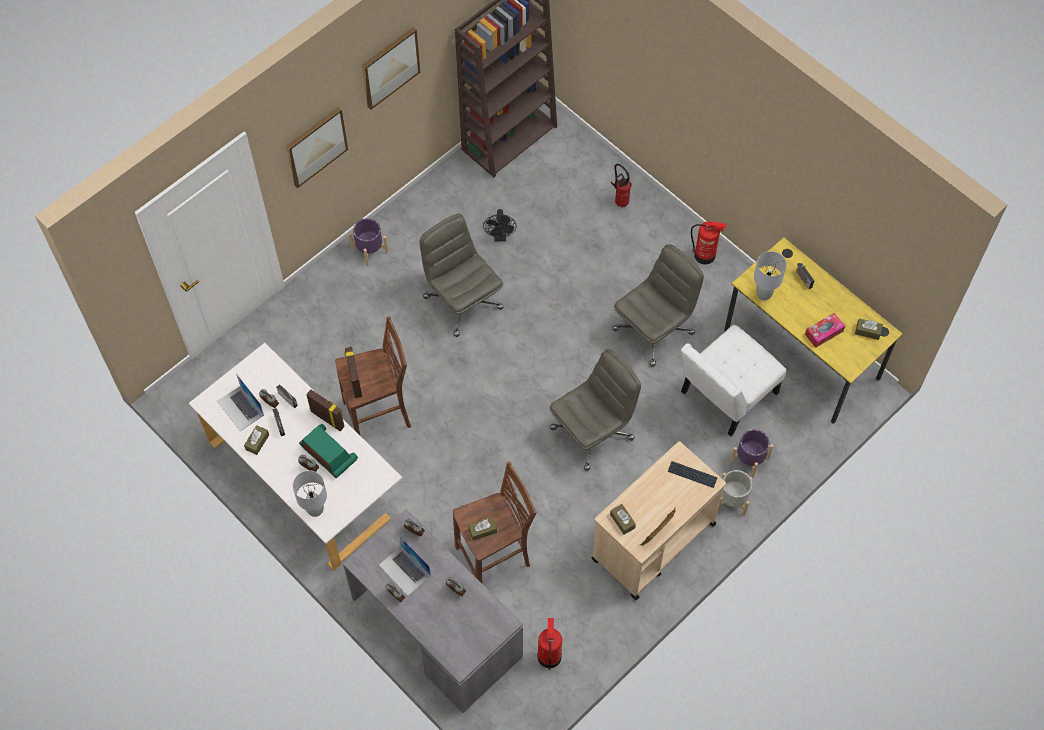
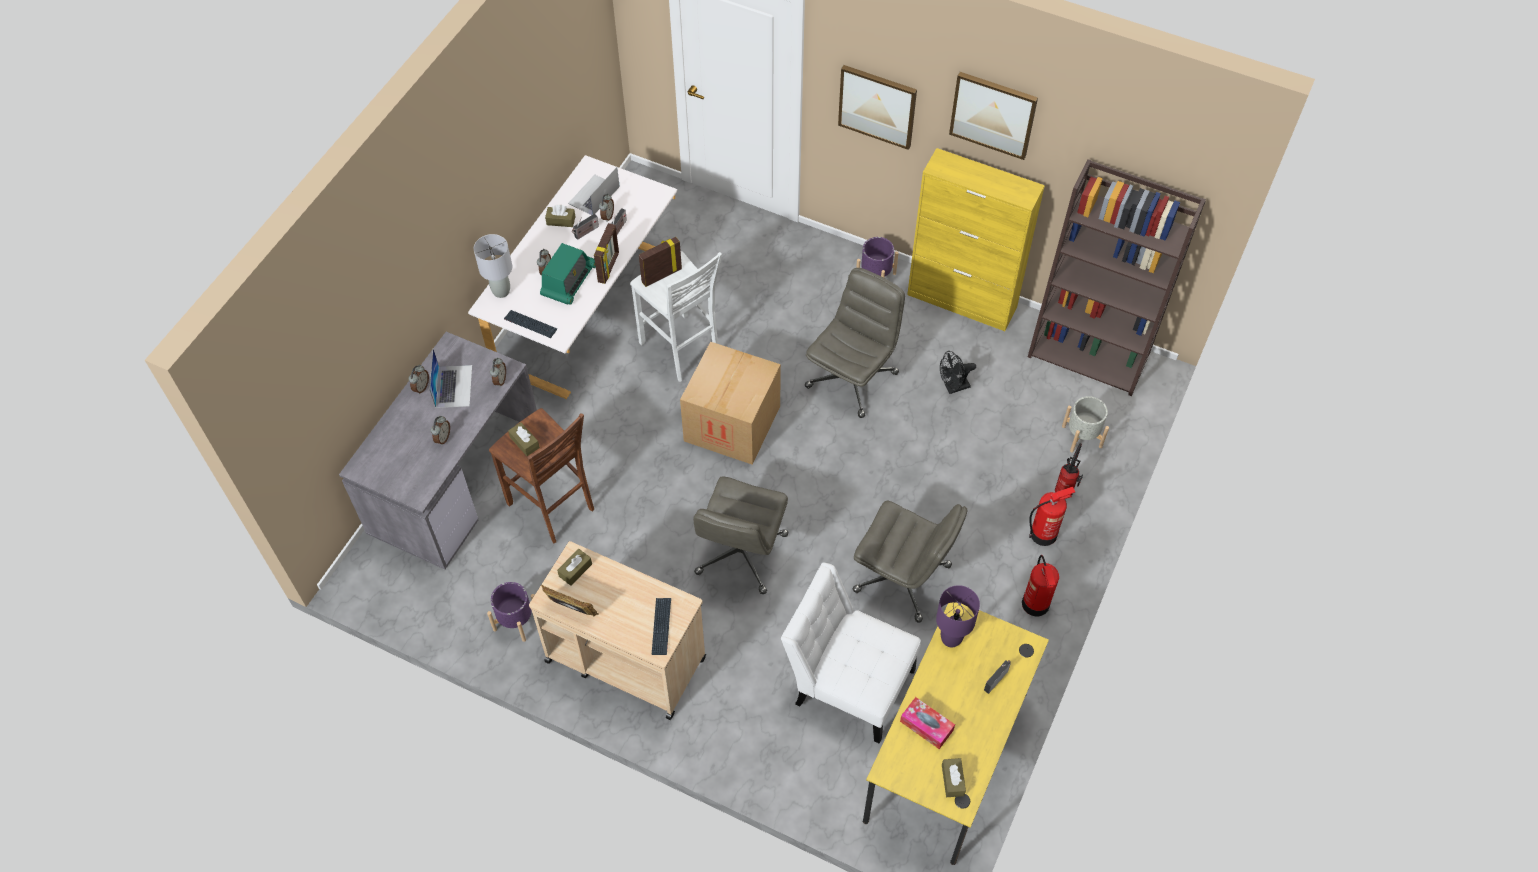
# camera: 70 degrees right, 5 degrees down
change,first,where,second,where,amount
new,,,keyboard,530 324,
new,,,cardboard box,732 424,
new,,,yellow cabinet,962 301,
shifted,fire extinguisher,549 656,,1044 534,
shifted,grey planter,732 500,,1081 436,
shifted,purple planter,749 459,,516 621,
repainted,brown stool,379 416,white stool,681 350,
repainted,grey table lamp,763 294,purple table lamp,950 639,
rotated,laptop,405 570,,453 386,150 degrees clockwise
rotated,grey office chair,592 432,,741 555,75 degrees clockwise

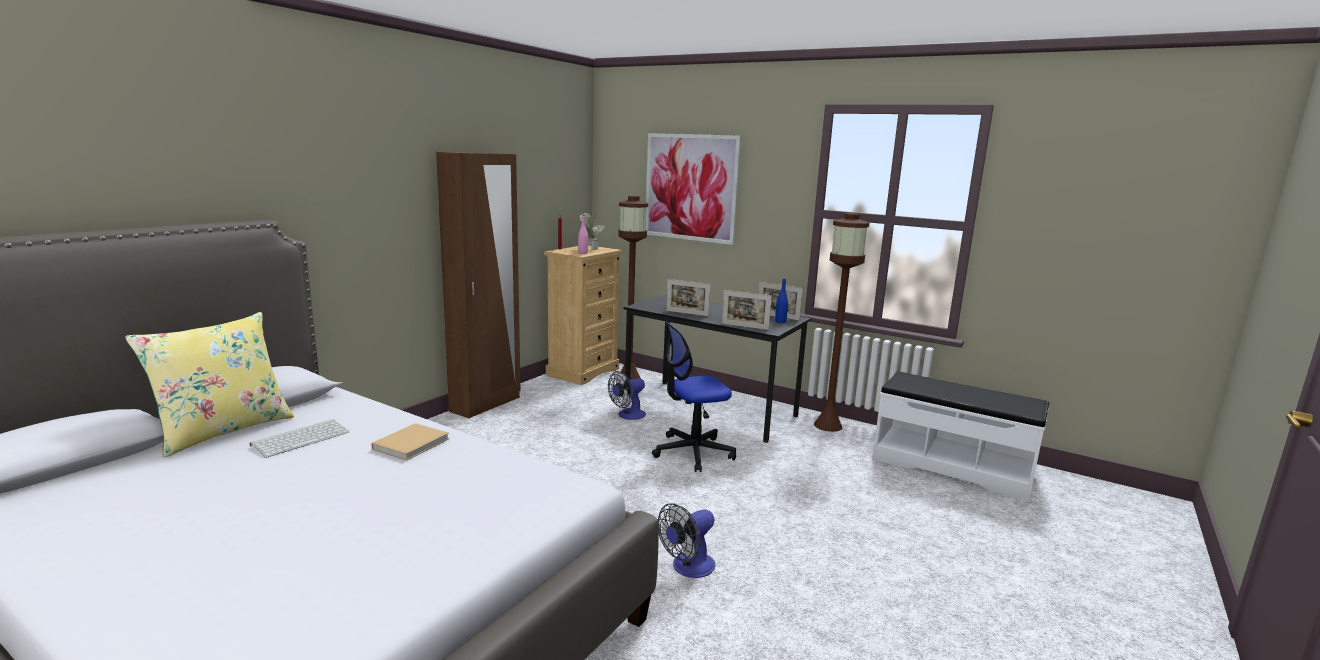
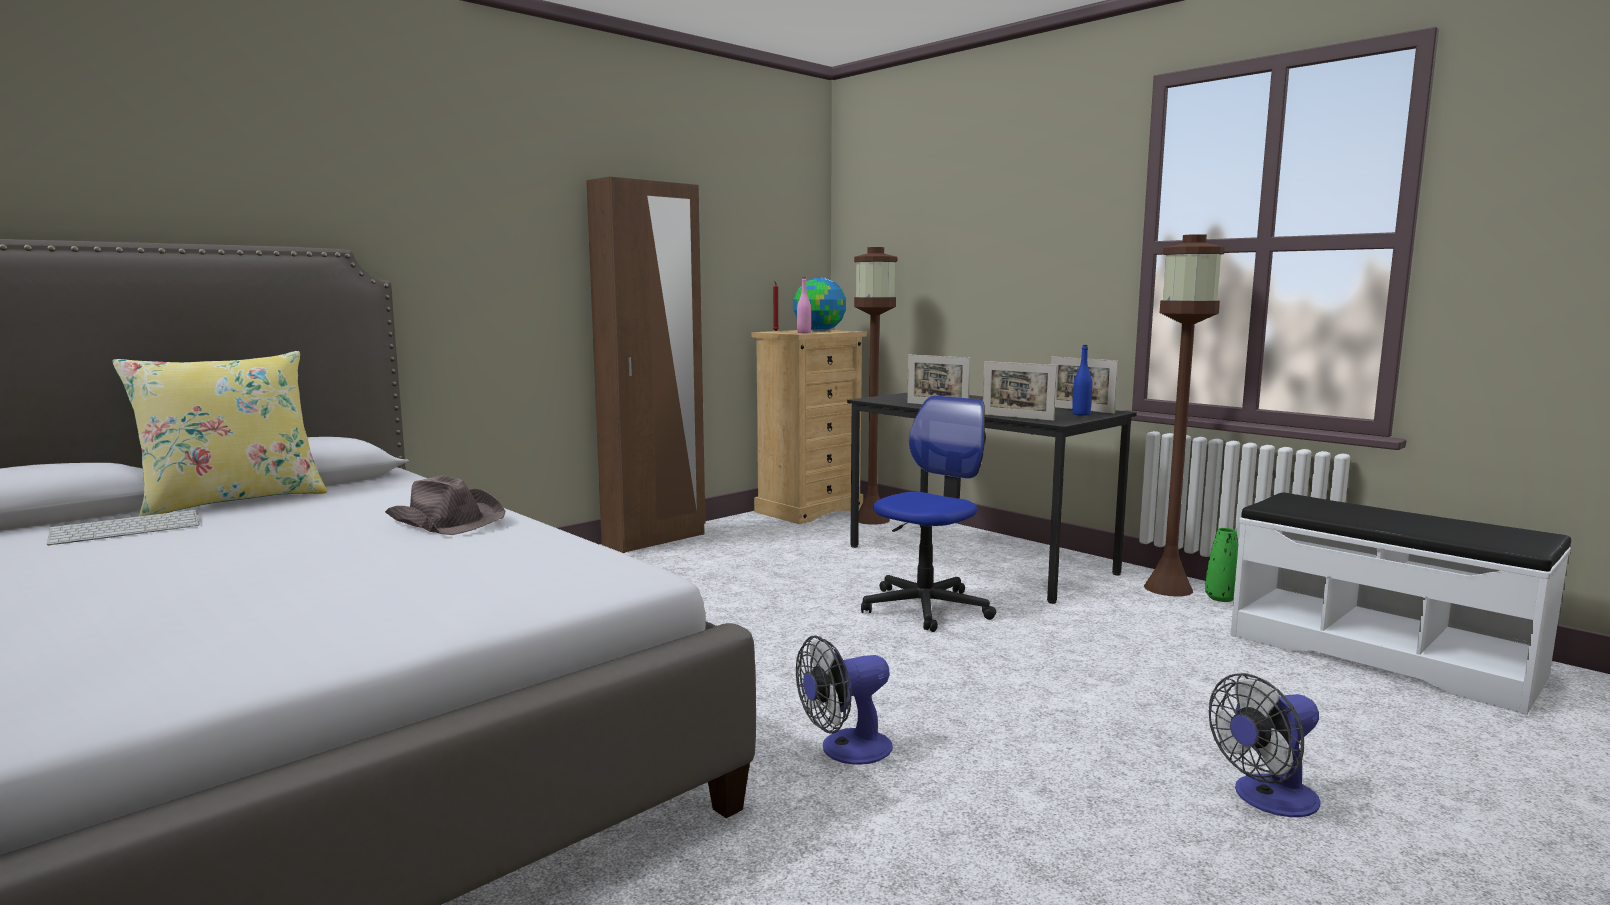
# camera: 15 degrees right, 5 degrees down
change,first,where,second,where,amount
gone,picture,690 187,,,
new,,,green vase,1221 598,
shifted,keyboard,301 438,,128 529,
shifted,fan,627 415,,1267 800,
swapped,beige book,413 443,brown hat,446 521,
swapped,potted plant,590 249,globe,819 331,
rotated,office chair,693 452,,926 608,135 degrees clockwise

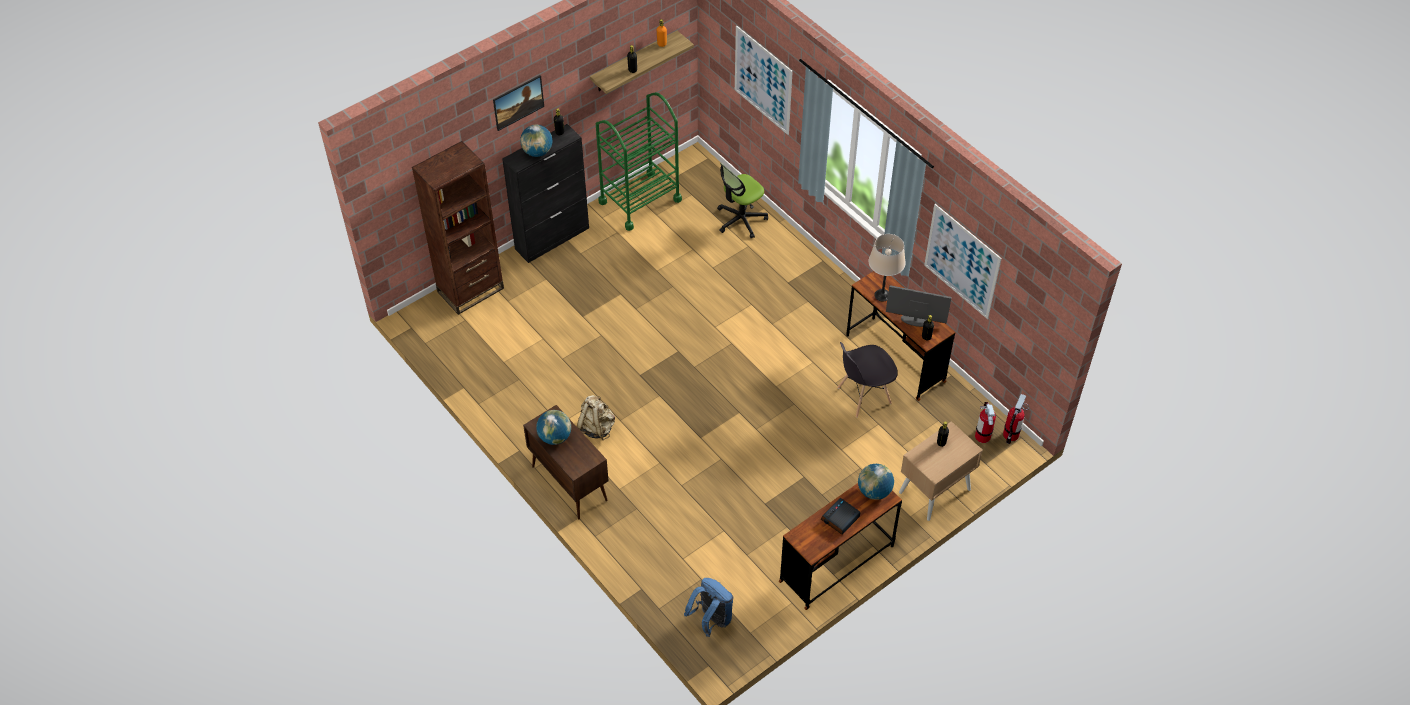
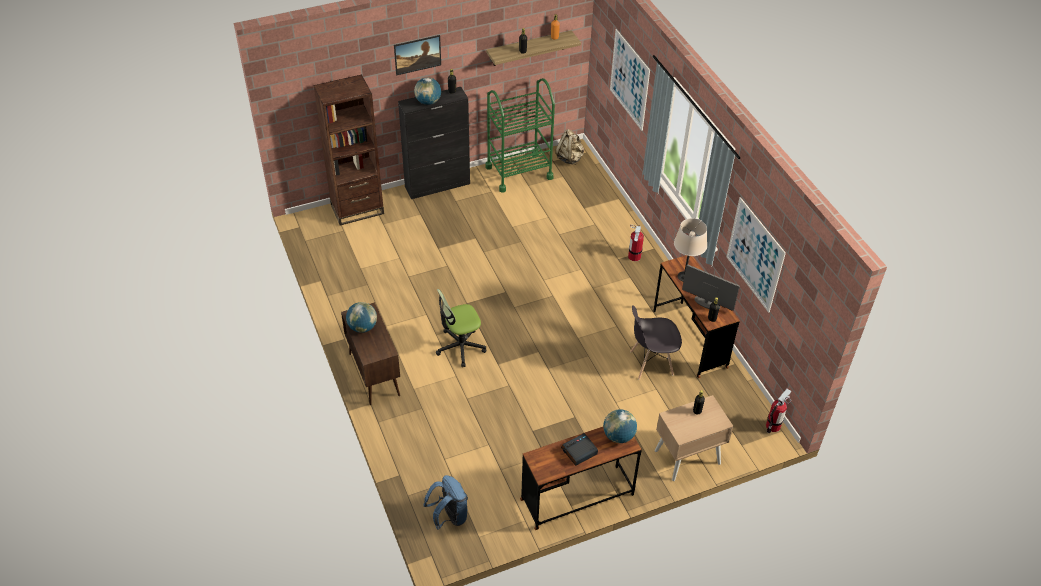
# camera: 15 degrees right, 5 degrees down
change,first,where,second,where,amount
shifted,beige backpack,597 427,,570 158,
shifted,office chair,741 220,,460 347,
shifted,fire extinguisher,982 436,,634 256,

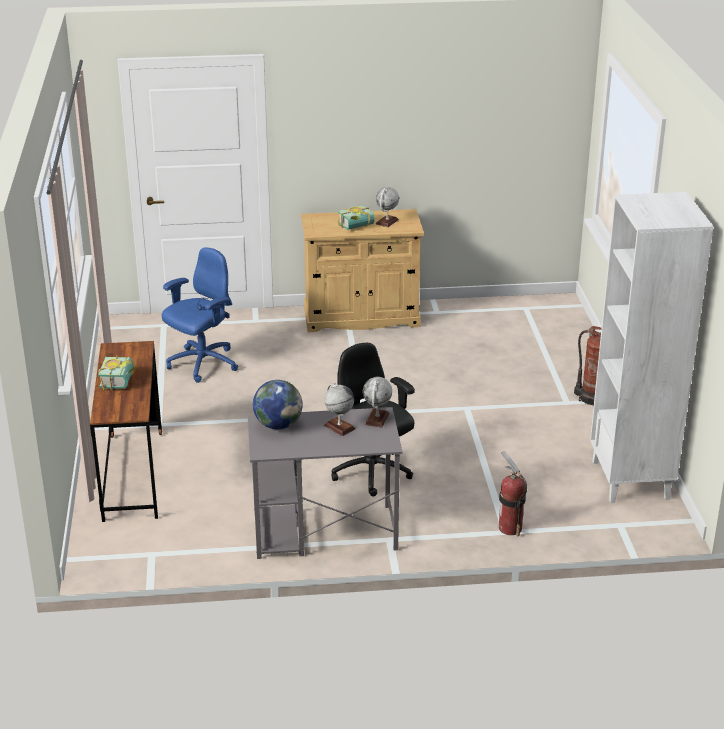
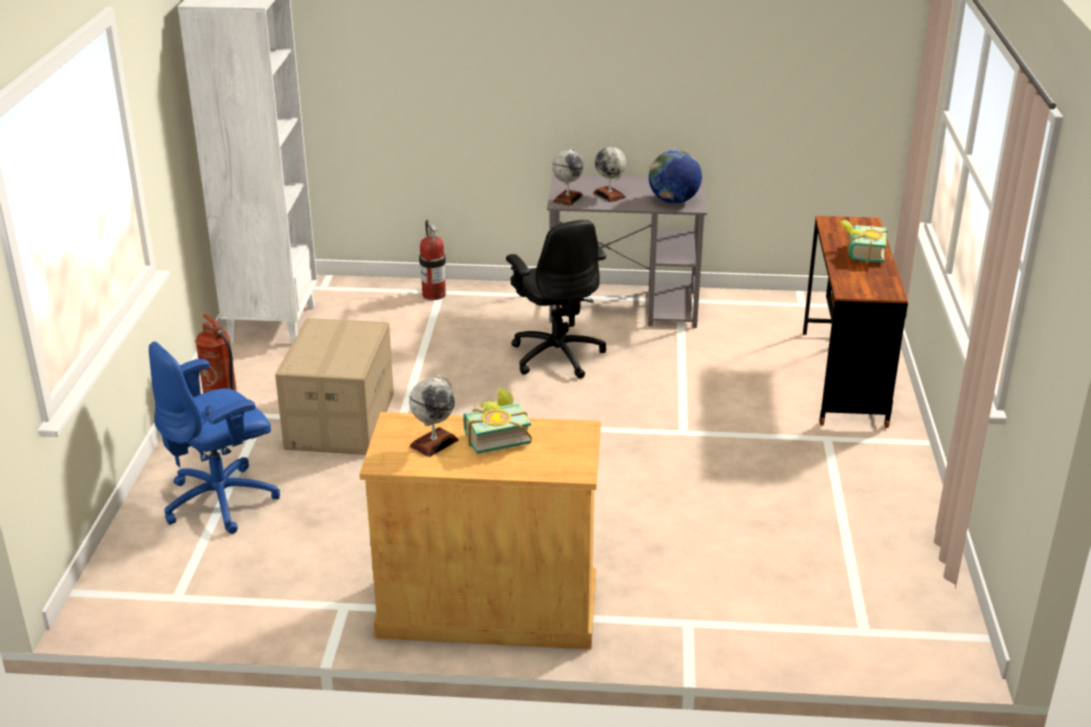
# camera: 170 degrees left, 0 degrees up
change,first,where,second,where,amount
new,,,cardboard box,339 421,
shifted,blue office chair,202 364,,222 500,

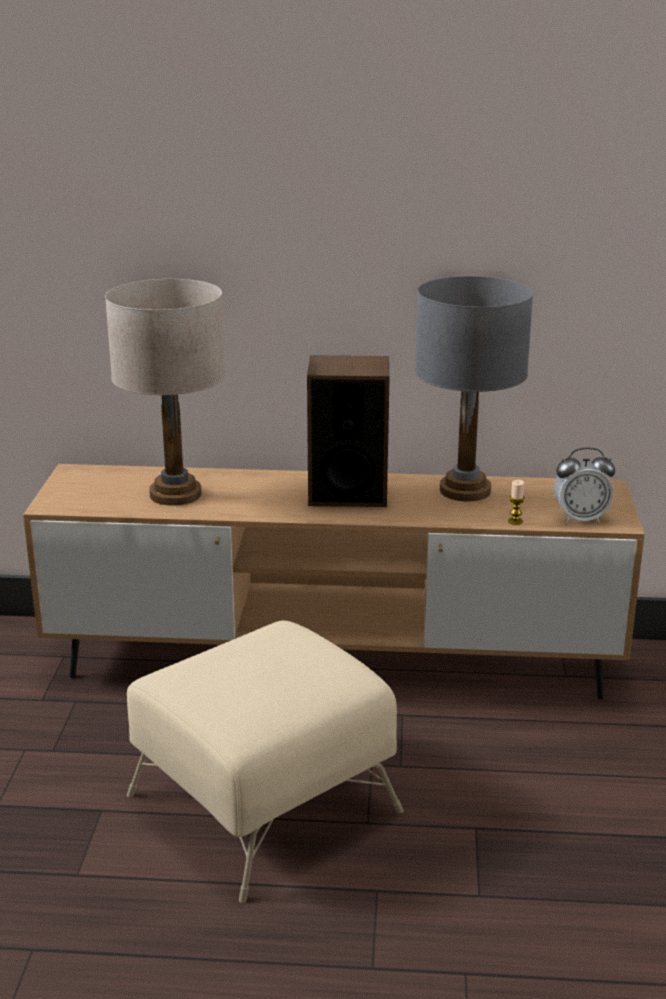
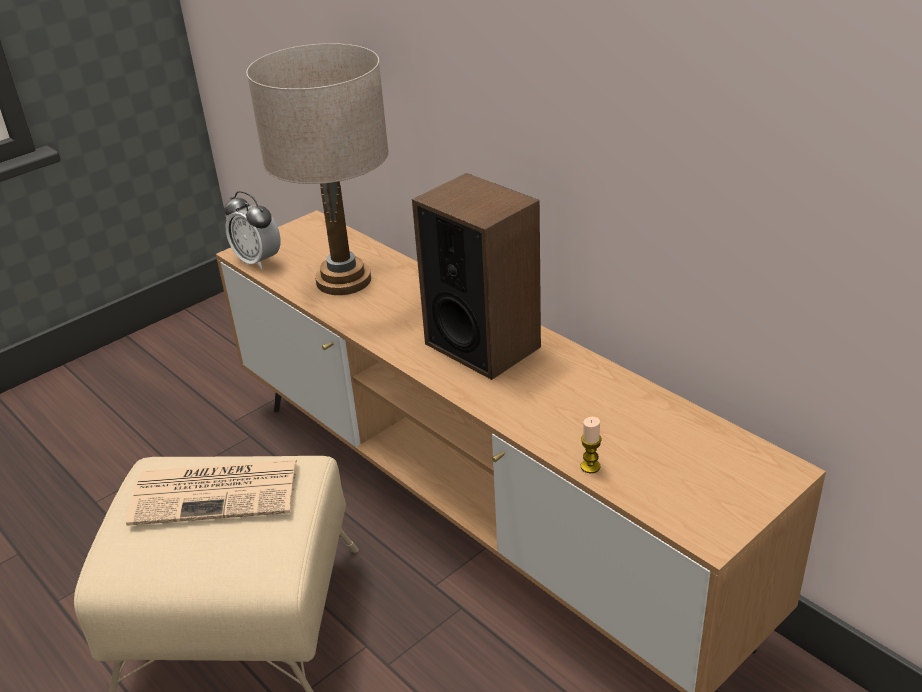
# camera: 45 degrees right, 10 degrees up
change,first,where,second,where,amount
gone,grey table lamp,464 490,,,
new,,,newspaper,218 492,
shifted,alarm clock,580 519,,258 261,

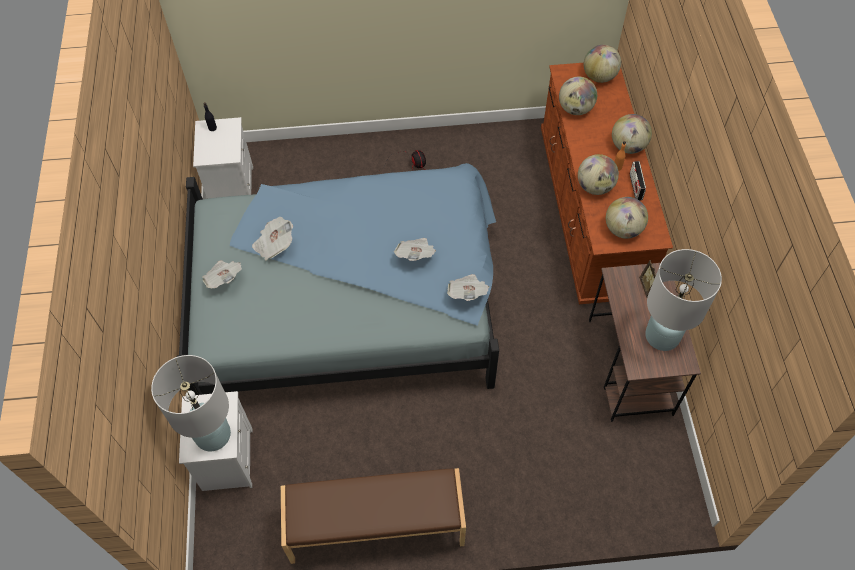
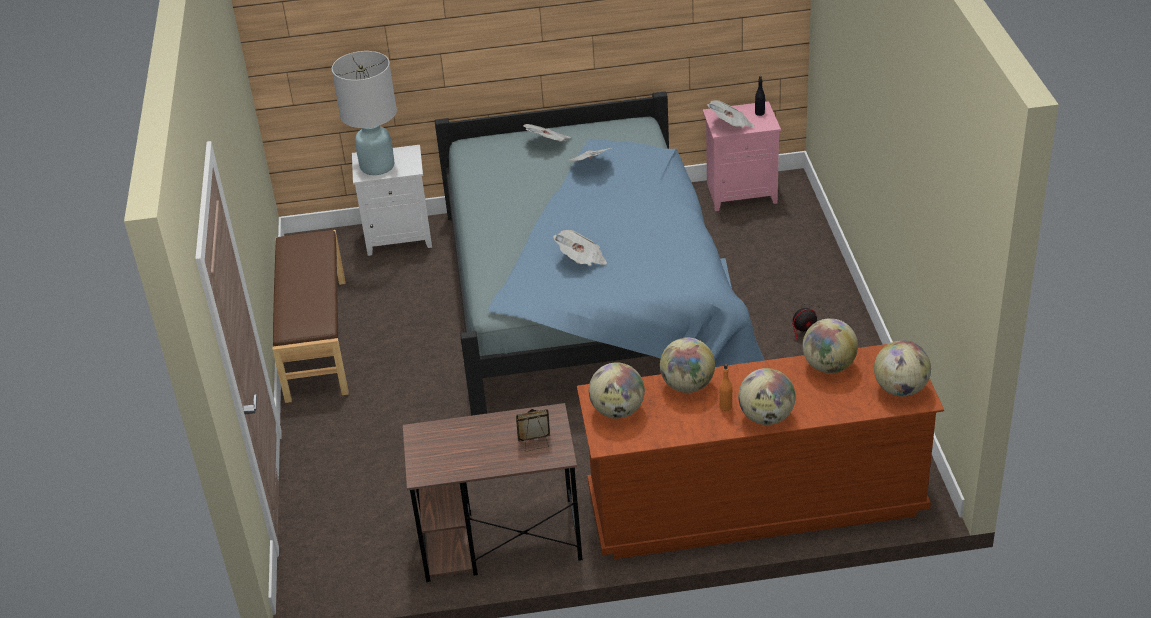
# camera: 90 degrees right, 20 degrees down
change,first,where,second,where,amount
gone,radio,635 187,,,
gone,white table lamp,662 336,,,
shifted,newspaper,467 293,,731 125,
repainted,white nightstand,231 188,pink nightstand,742 192,

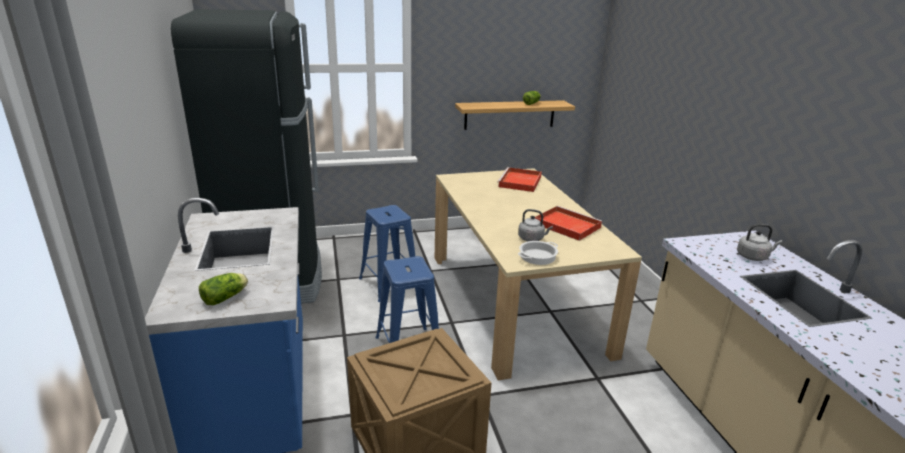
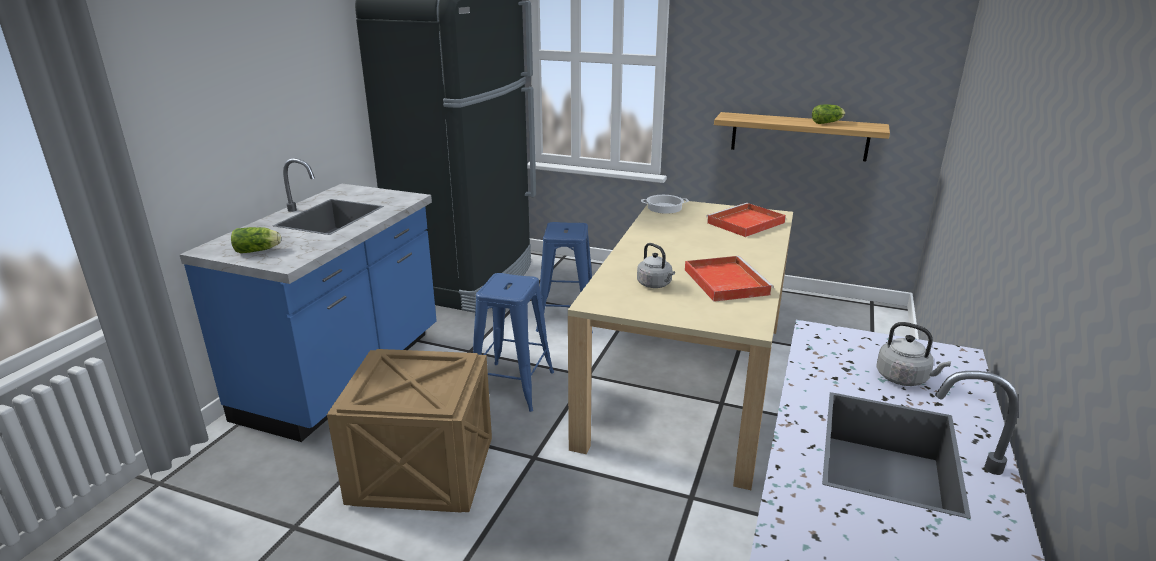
# camera: 35 degrees right, 0 degrees up
change,first,where,second,where,amount
shifted,cooking pot,537 256,,664 207,

